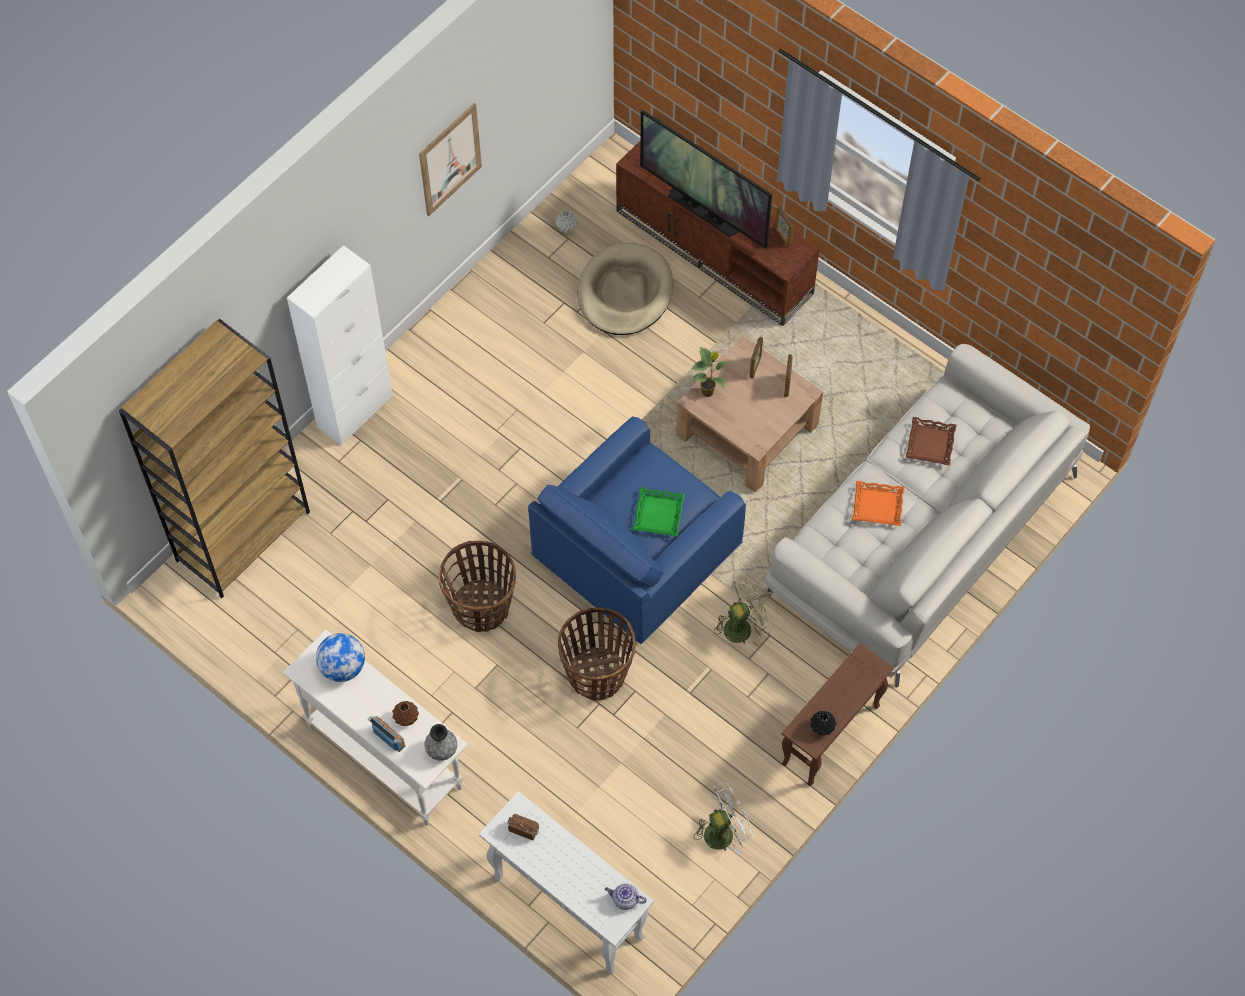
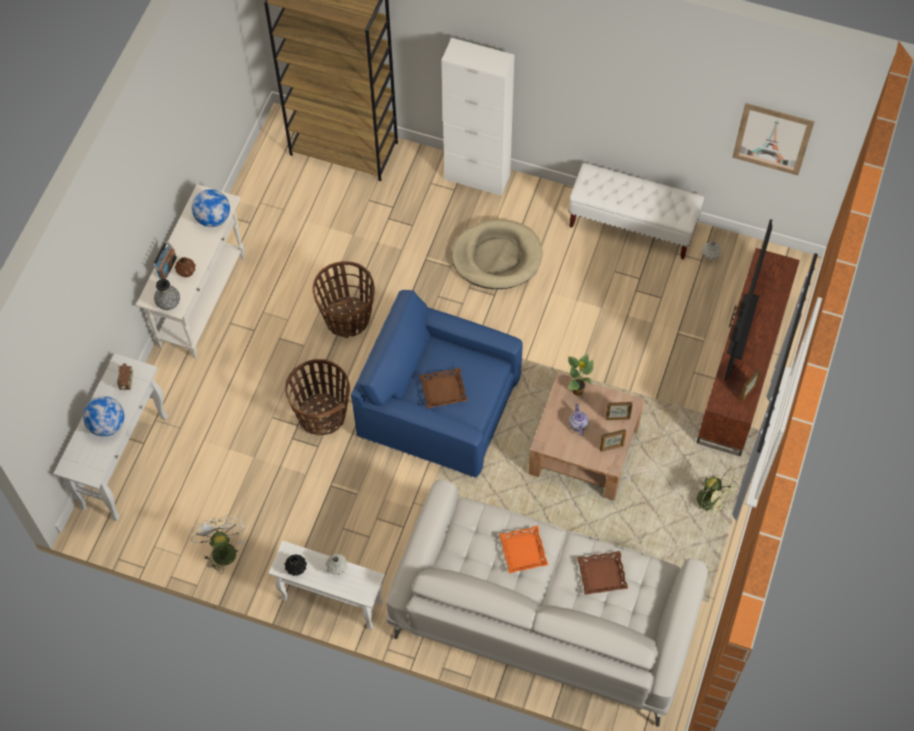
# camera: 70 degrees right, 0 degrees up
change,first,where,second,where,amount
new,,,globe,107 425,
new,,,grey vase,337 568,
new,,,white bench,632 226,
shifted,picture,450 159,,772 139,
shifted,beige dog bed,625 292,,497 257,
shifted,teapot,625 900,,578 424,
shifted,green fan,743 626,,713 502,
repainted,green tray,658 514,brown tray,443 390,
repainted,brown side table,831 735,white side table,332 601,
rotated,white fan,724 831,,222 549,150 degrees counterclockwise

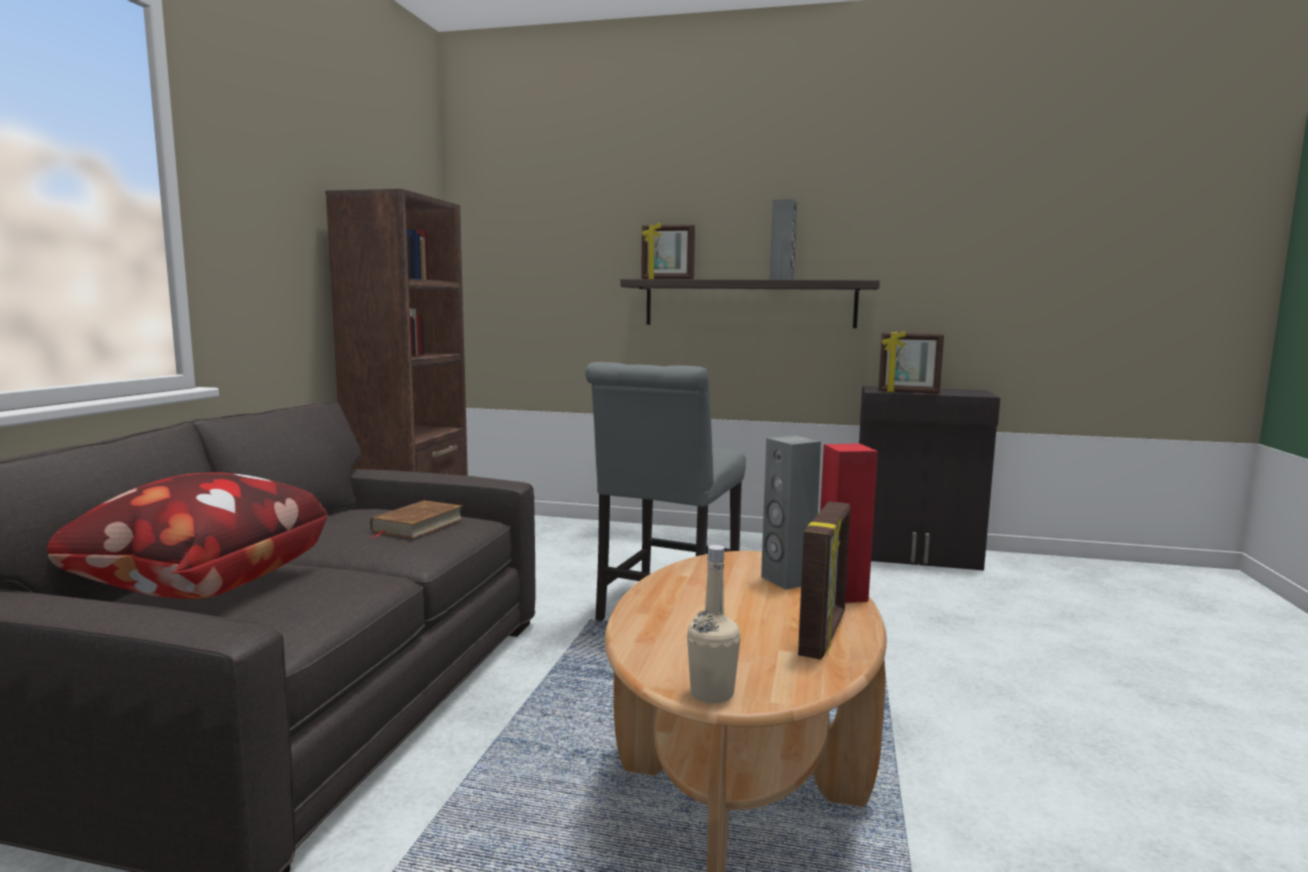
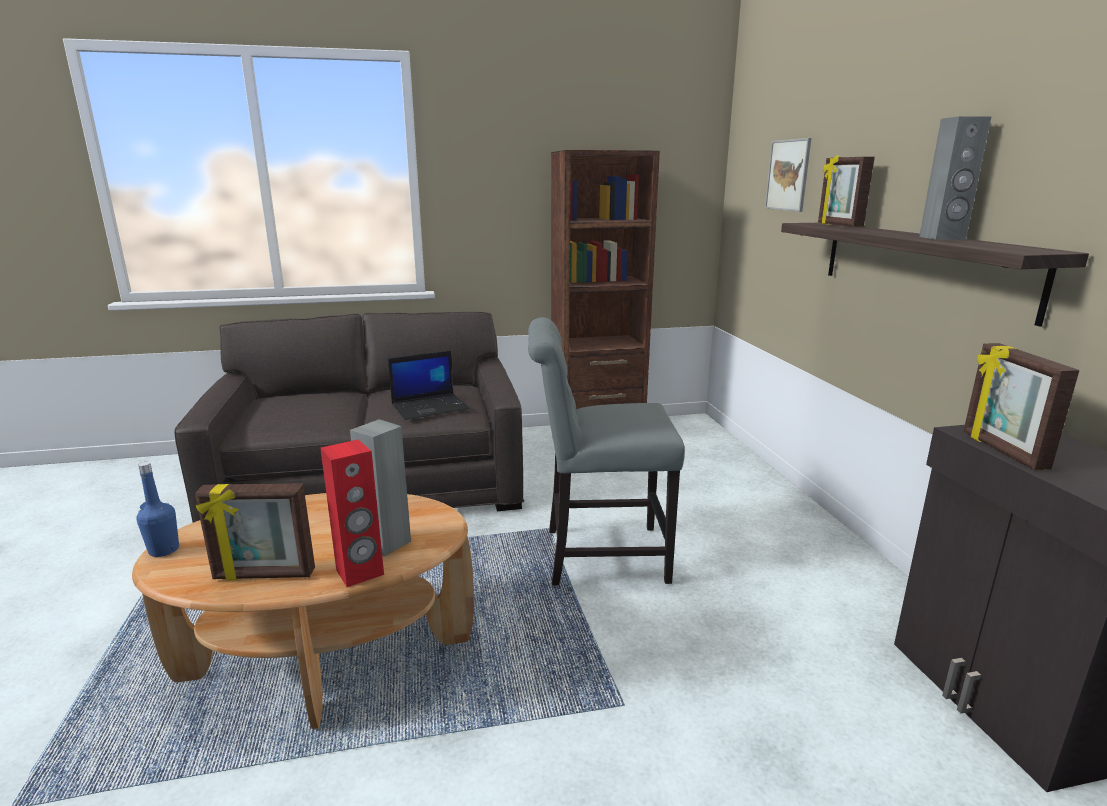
# camera: 65 degrees right, 10 degrees up
change,first,where,second,where,amount
gone,pillow,197 587,,,
new,,,picture,788 175,
swapped,brown book,417 525,laptop,431 407,
repainted,beige bottle,712 693,blue bottle,164 550,

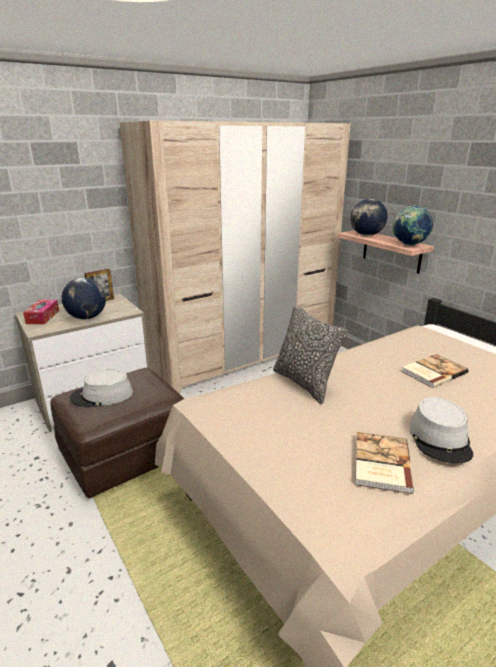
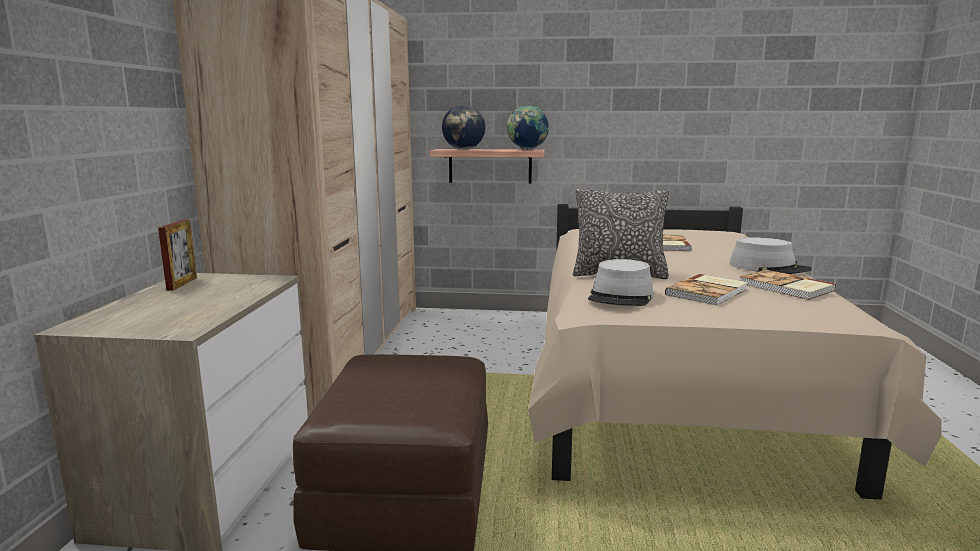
# camera: 50 degrees left, 10 degrees down
change,first,where,second,where,amount
gone,tissue box,43 317,,,
gone,globe,87 317,,,
new,,,book,708 292,
shifted,grey hat,102 396,,621 297,

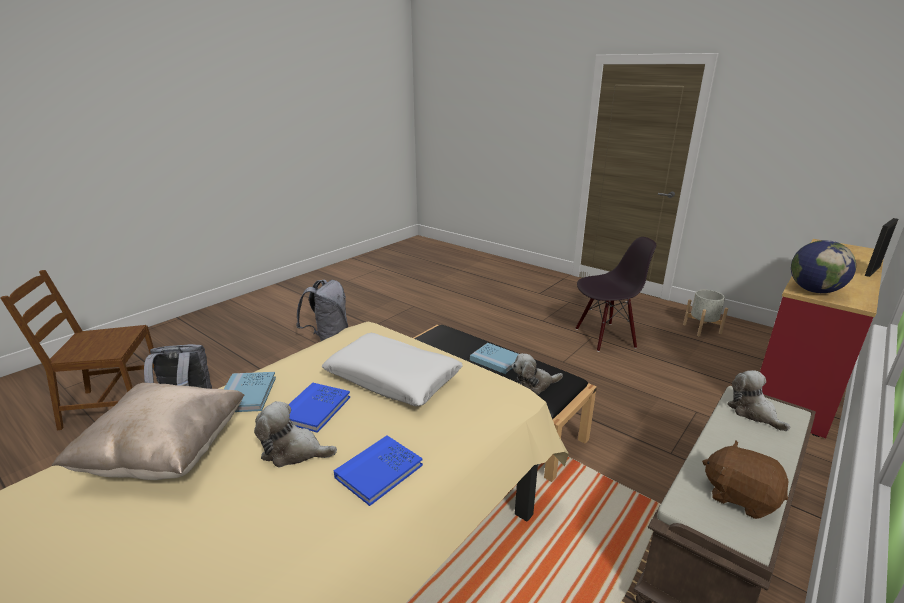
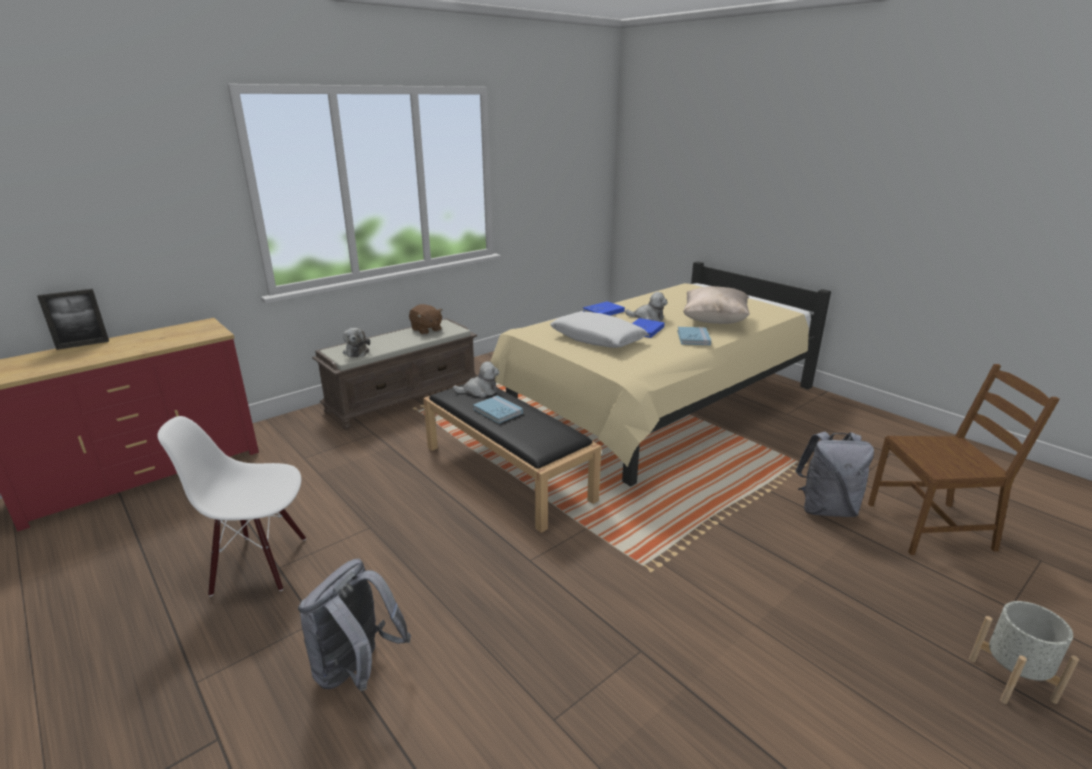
# camera: 170 degrees left, 0 degrees up
change,first,where,second,where,amount
gone,globe,814 291,,,
shifted,grey backpack,327 337,,357 670,
shifted,grey planter,701 329,,1012 679,
repainted,black chair,605 337,white chair,260 564,

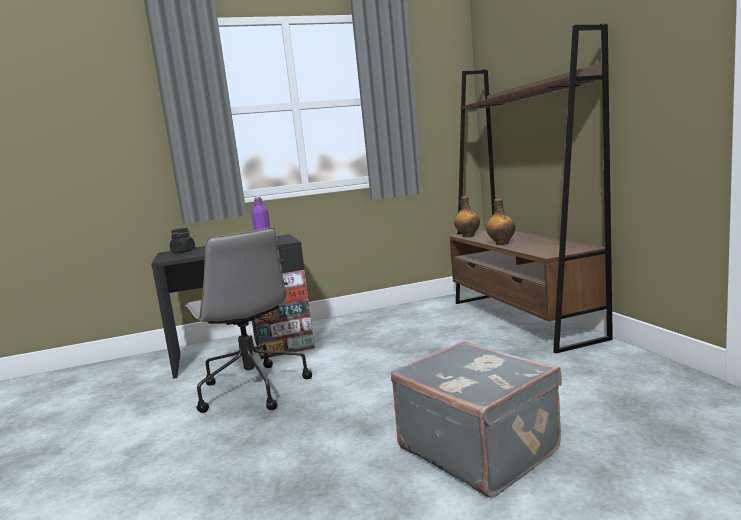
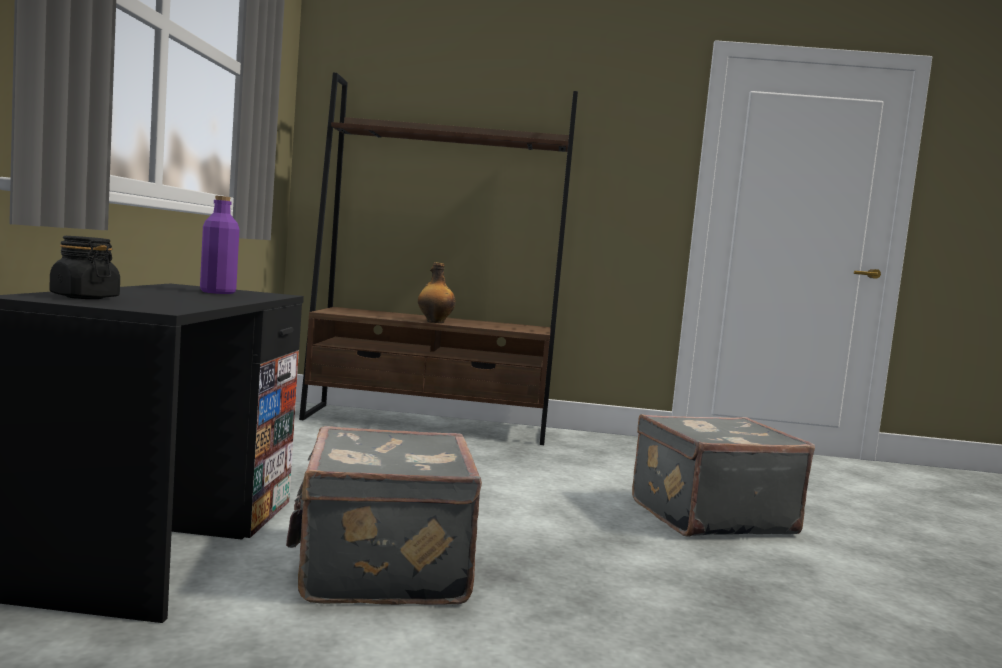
# camera: 70 degrees left, 5 degrees down
change,first,where,second,where,amount
gone,bottle,468 236,,,
swapped,grey office chair,252 389,grey suitcase,380 568,

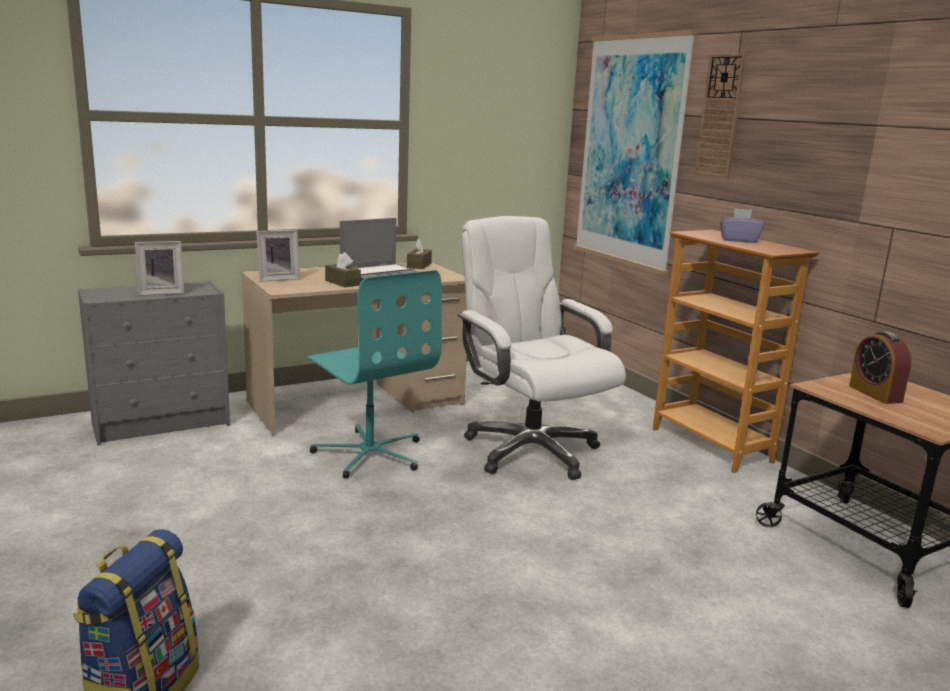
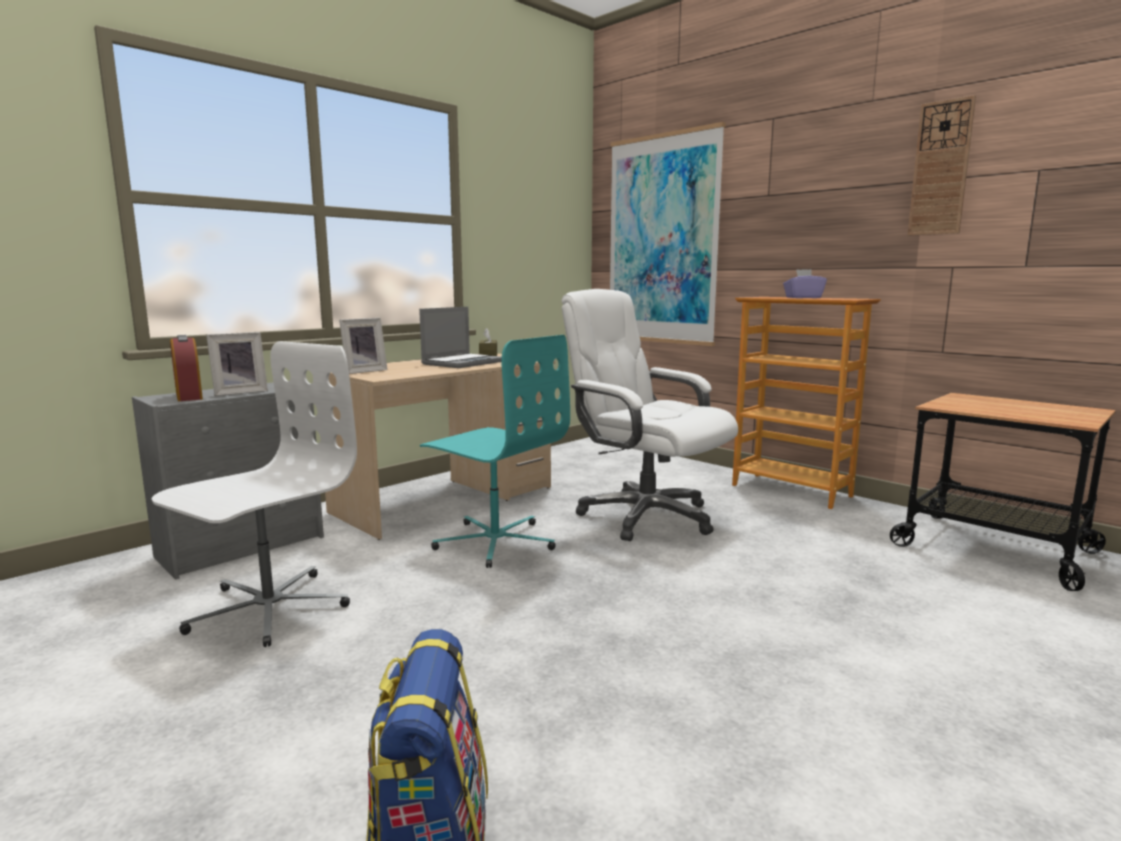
# camera: 15 degrees left, 5 degrees down
change,first,where,second,where,amount
gone,brown tissue box,342 282,,,
new,,,white office chair,267 608,
shifted,wall clock,720 116,,940 168,
shifted,alarm clock,875 394,,189 396,

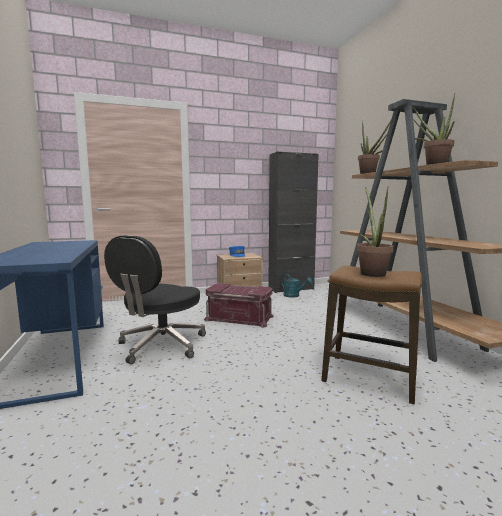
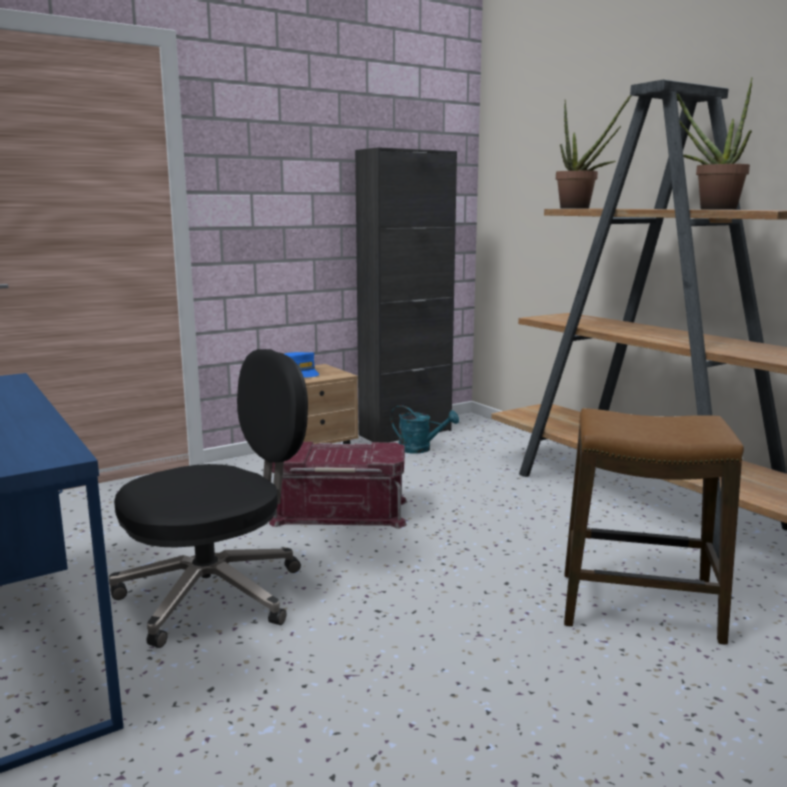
# camera: 15 degrees left, 5 degrees up
change,first,where,second,where,amount
gone,potted plant,371 273,,,
rotated,black office chair,161 345,,215 594,135 degrees counterclockwise

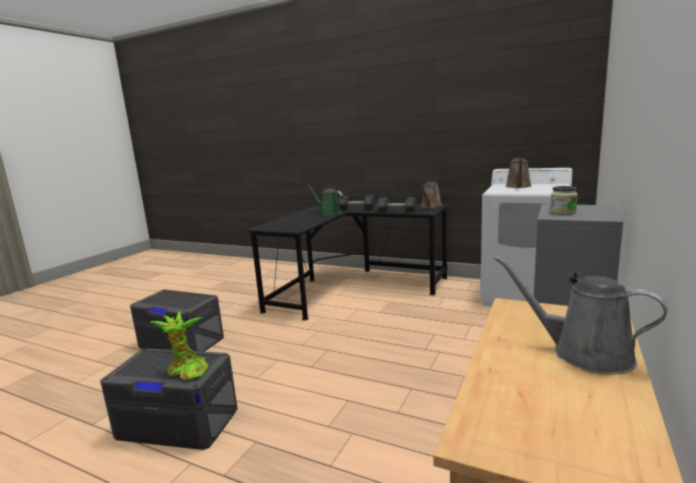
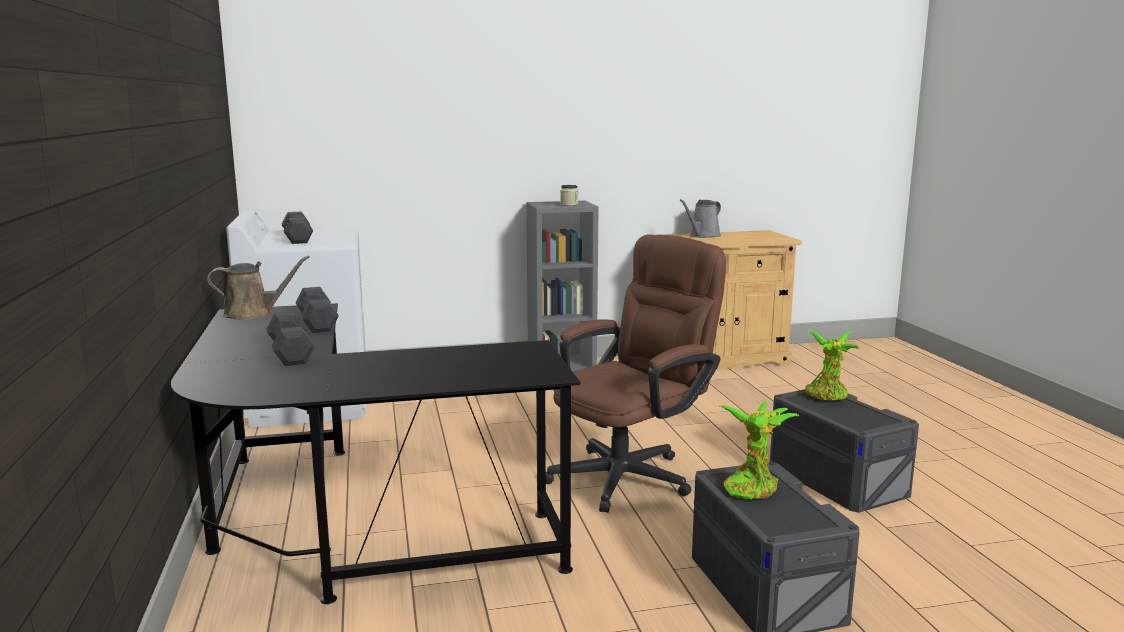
# camera: 130 degrees left, 0 degrees up
change,first,where,second,where,amount
gone,green watering can,328 213,,,
new,,,brown office chair,631 474,
new,,,potted plant,752 487,
swapped,brown watering can,518 186,black dumbbell,297 239,
rotated,grey watering can,583 354,,703 236,45 degrees clockwise

